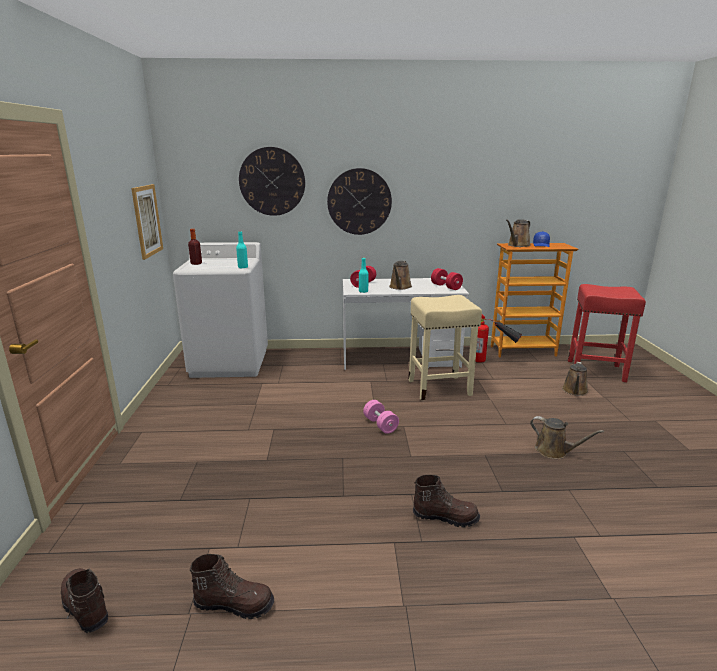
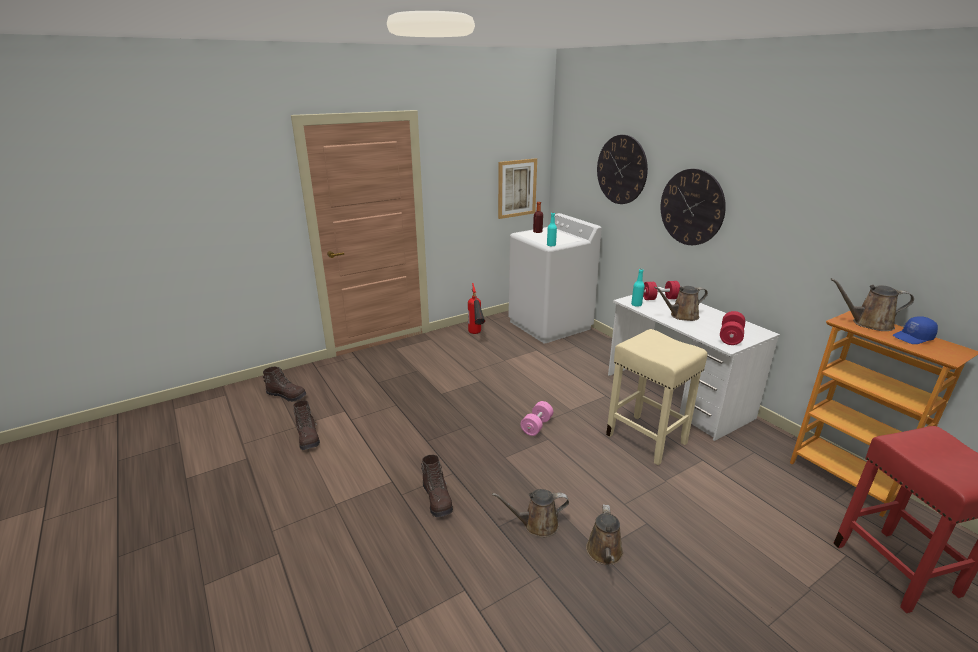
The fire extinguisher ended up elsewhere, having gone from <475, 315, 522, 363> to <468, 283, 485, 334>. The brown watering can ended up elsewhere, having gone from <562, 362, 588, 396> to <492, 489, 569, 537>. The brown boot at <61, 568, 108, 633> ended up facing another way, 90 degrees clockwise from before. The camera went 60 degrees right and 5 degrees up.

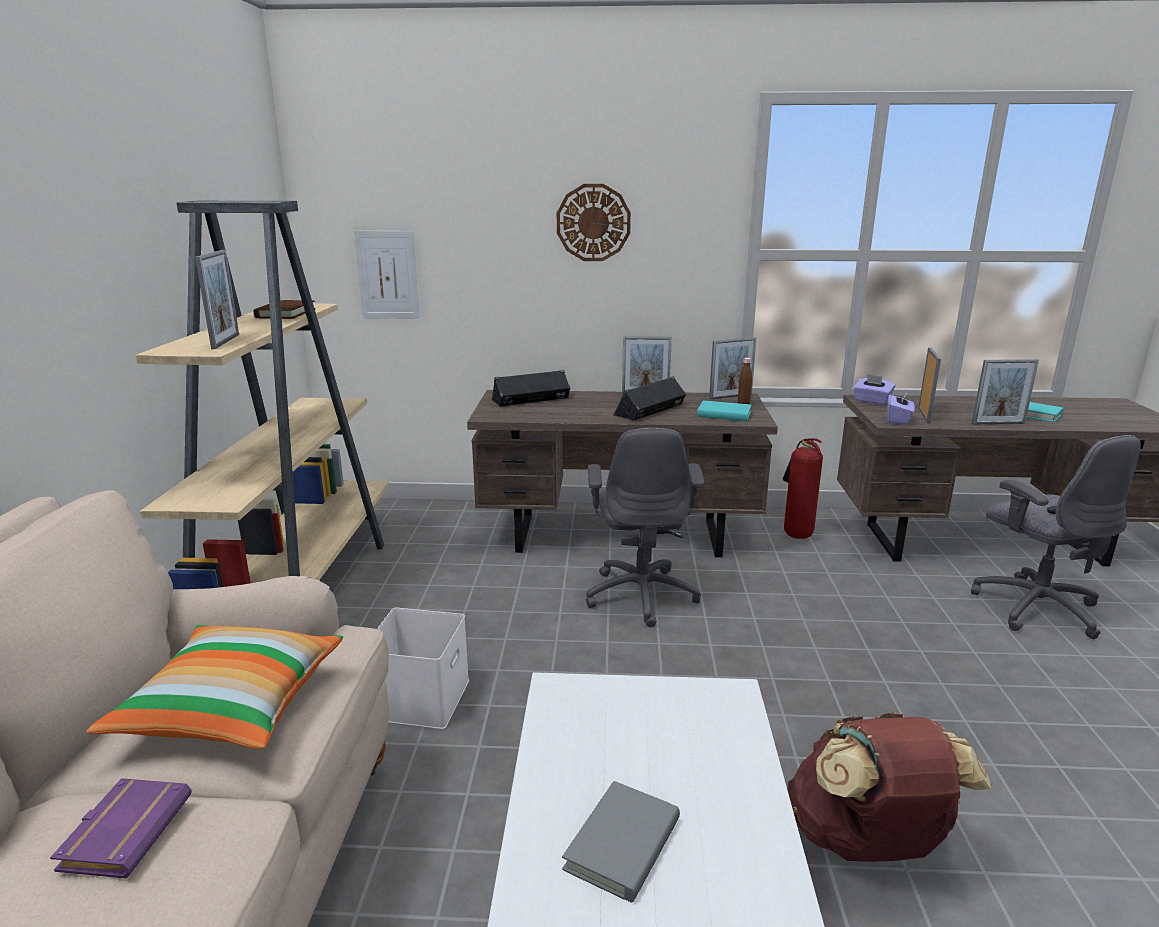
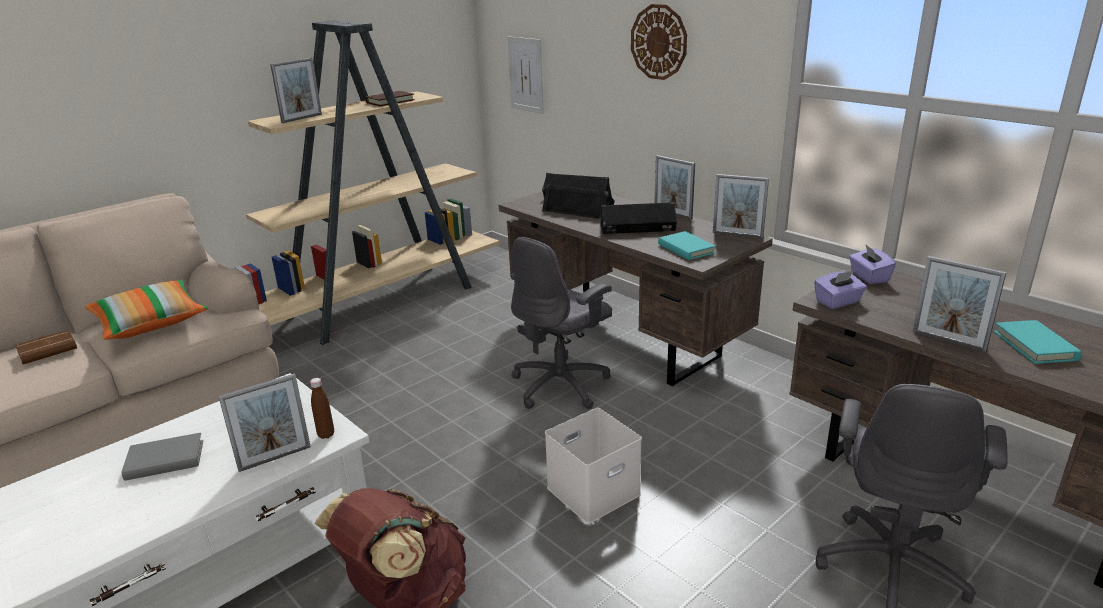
The second view lost the fire extinguisher at <783, 438, 823, 539>. The second view gained the black speaker at <542, 184, 615, 220>. The white storage box ended up elsewhere, having gone from <377, 608, 469, 729> to <545, 408, 642, 524>. The brown bottle ended up elsewhere, having gone from <738, 358, 752, 404> to <310, 378, 334, 439>. The picture frame ended up elsewhere, having gone from <918, 347, 941, 423> to <218, 373, 311, 472>. What was the purple book at <50, 778, 192, 879> turned into the brown book at <15, 330, 77, 364>. The camera went 45 degrees right and 5 degrees up.

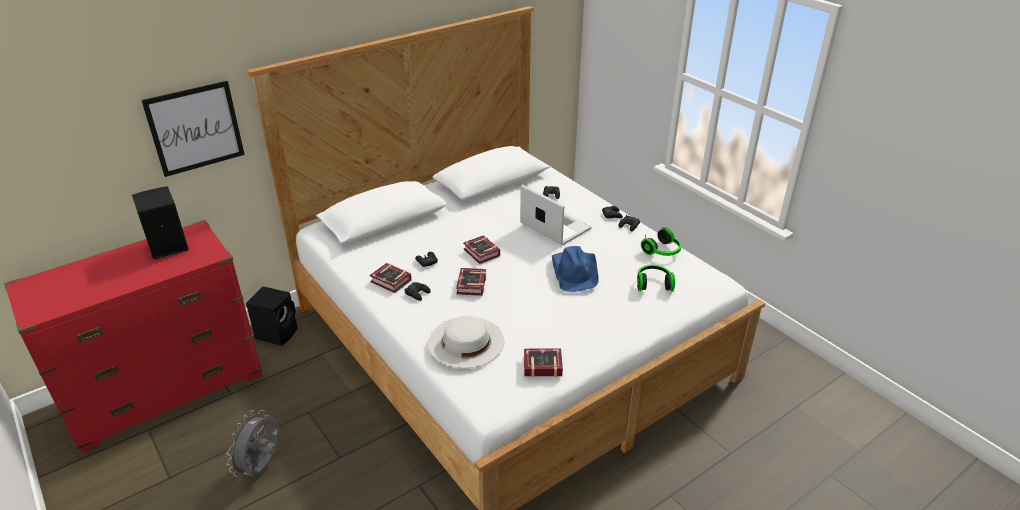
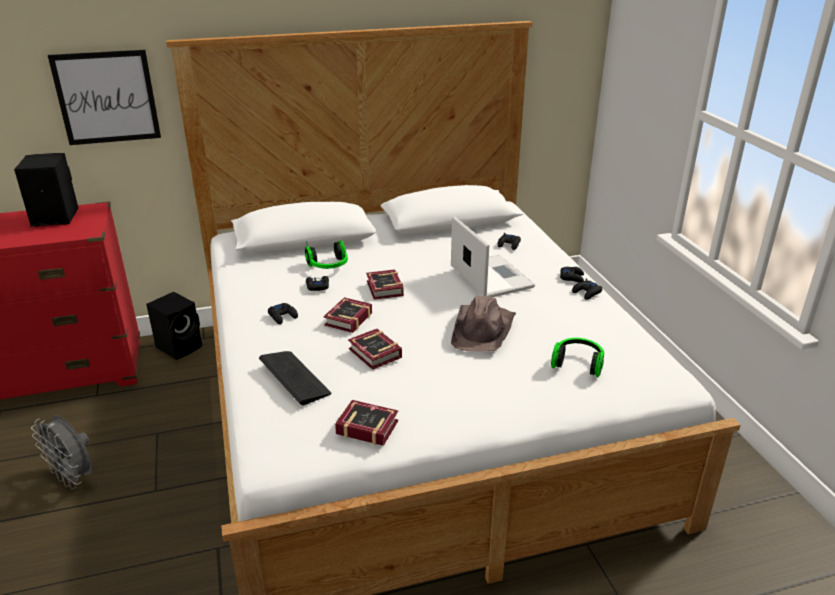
The book ended up elsewhere, having gone from <369, 263, 412, 293> to <348, 329, 402, 370>. The headphones ended up elsewhere, having gone from <641, 227, 682, 256> to <305, 240, 348, 269>. Where the white hat stood at <428, 316, 504, 368>, the keyboard came to stand at <259, 351, 332, 406>. What was the blue hat at <552, 246, 598, 292> turned into the brown hat at <451, 296, 516, 352>. The grey fan at <226, 410, 279, 477> ended up facing another way, 90 degrees counterclockwise from before. The camera went 20 degrees right and 5 degrees down.

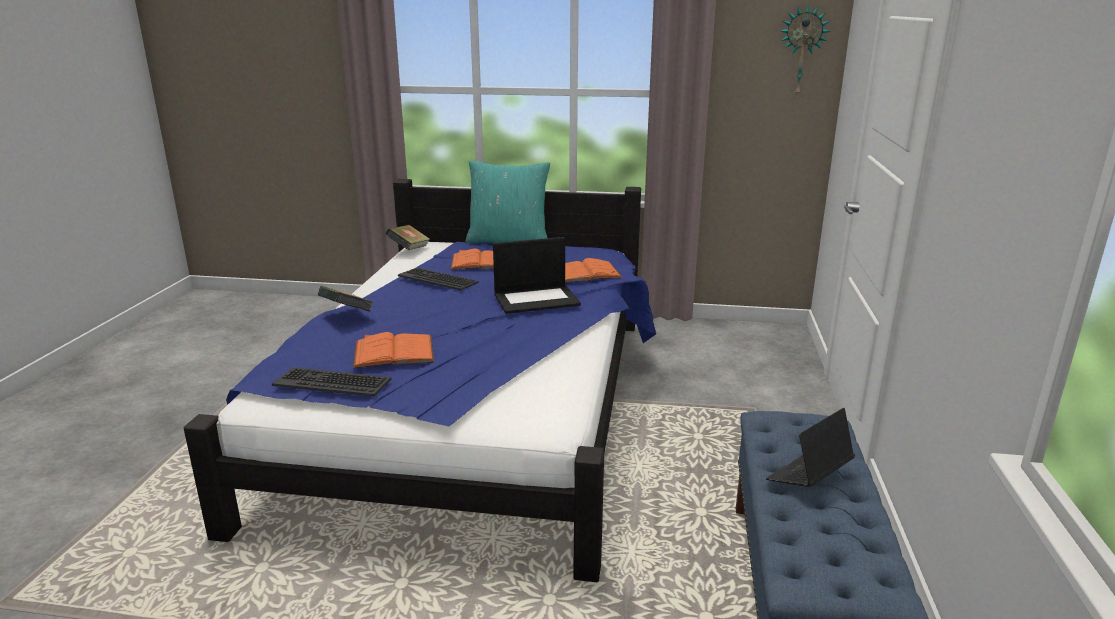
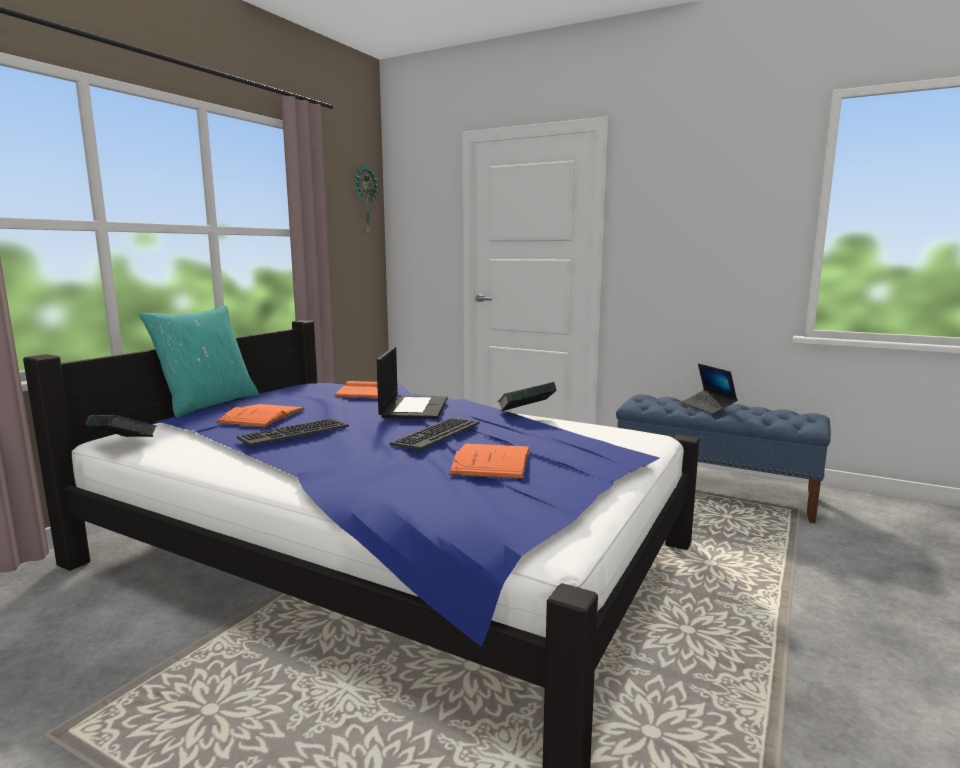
The keyboard ended up elsewhere, having gone from <272, 367, 392, 397> to <390, 418, 480, 450>. The book ended up elsewhere, having gone from <318, 286, 373, 311> to <497, 382, 556, 412>. The camera went 70 degrees left and 10 degrees down.

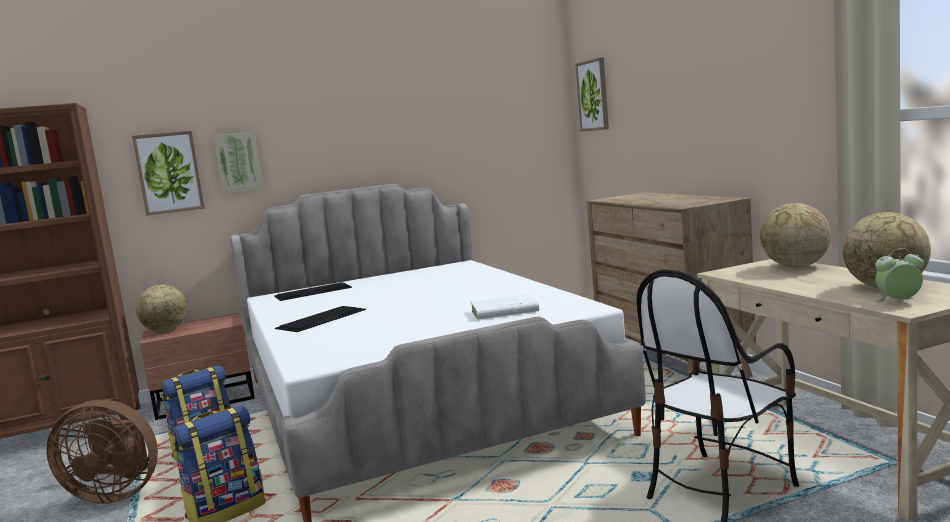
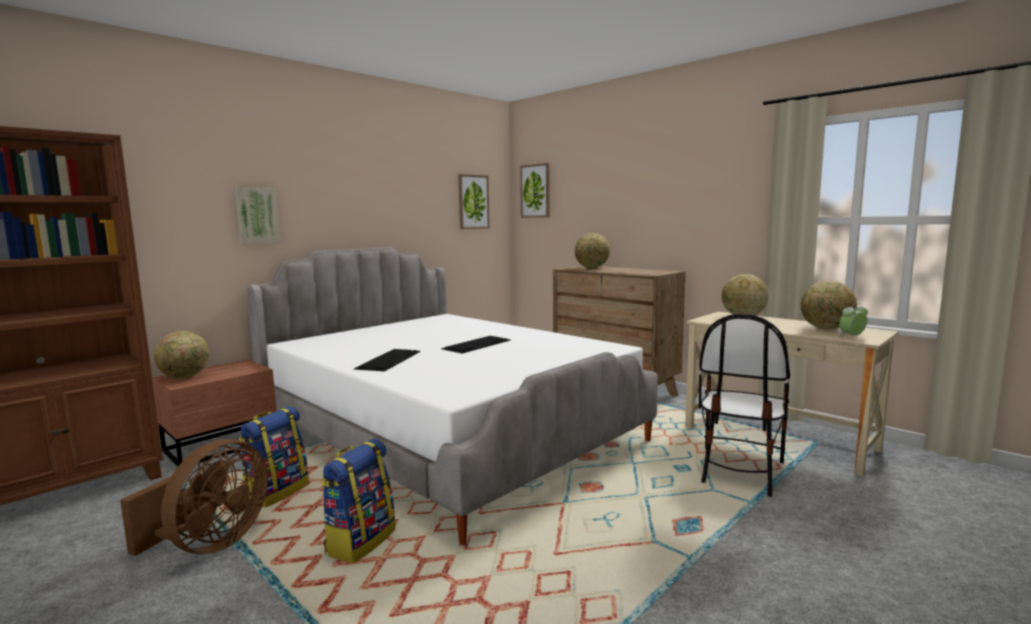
The second view lost the white book at <471, 294, 539, 320>. The second view gained the globe at <575, 233, 610, 268>. The picture ended up elsewhere, having gone from <132, 131, 204, 216> to <458, 174, 490, 229>. The keyboard ended up elsewhere, having gone from <274, 282, 352, 301> to <441, 336, 510, 353>. The brown fan at <46, 400, 158, 504> ended up facing another way, 45 degrees counterclockwise from before. The camera went 25 degrees left and 0 degrees up.

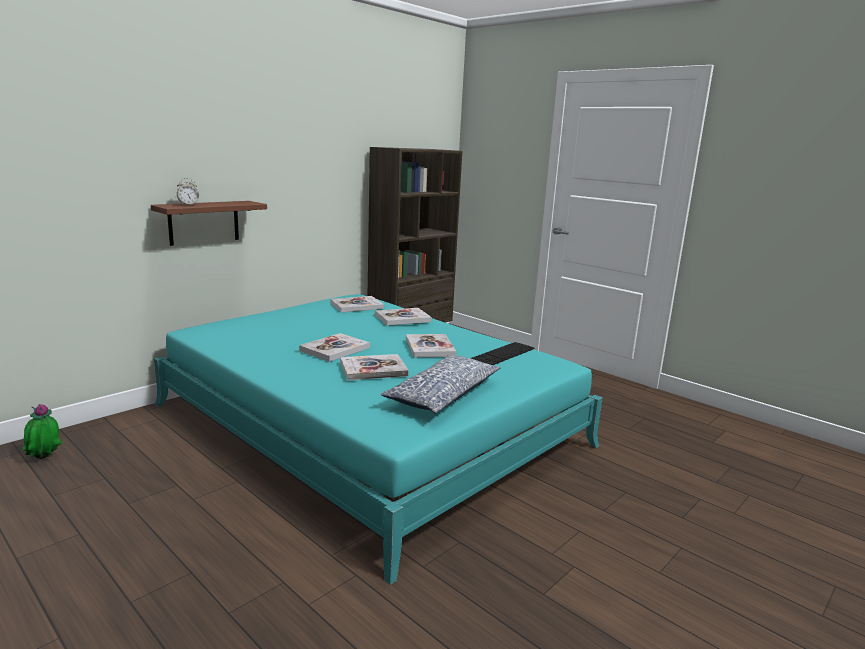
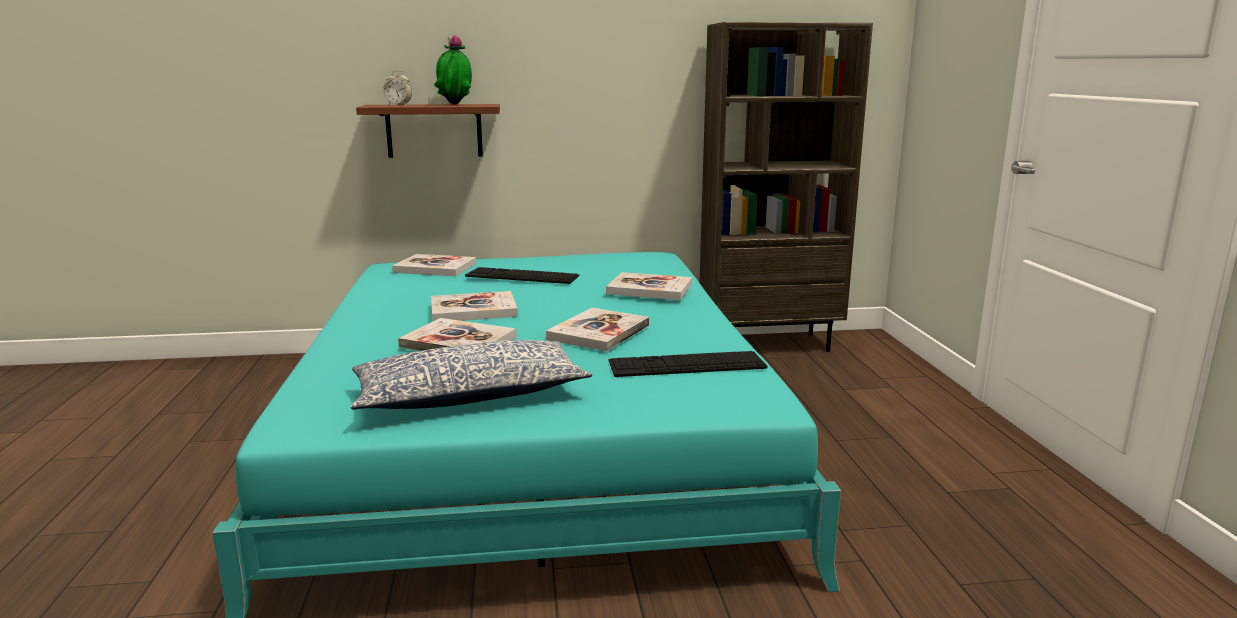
The second view gained the keyboard at <465, 267, 579, 284>. The potted plant ended up elsewhere, having gone from <22, 404, 62, 459> to <434, 35, 472, 105>. The book ended up elsewhere, having gone from <330, 296, 384, 312> to <392, 254, 477, 276>. The camera went 40 degrees right and 0 degrees up.

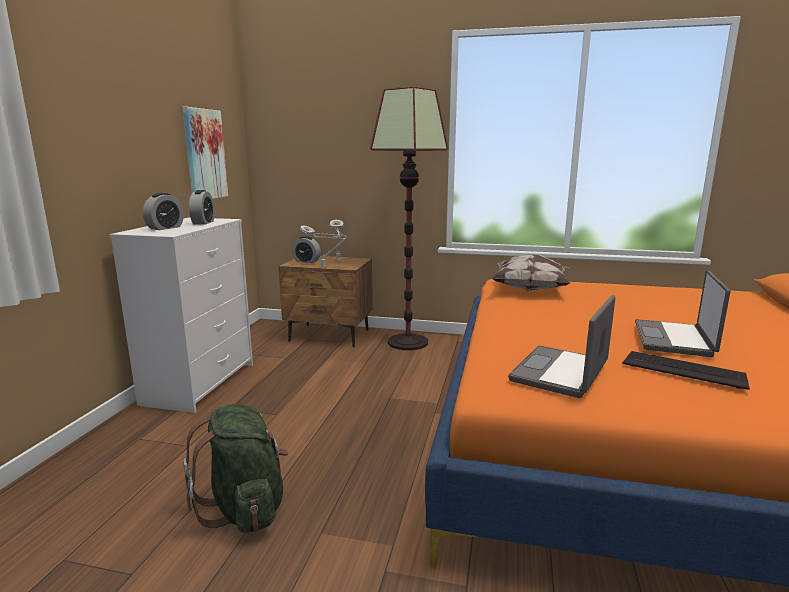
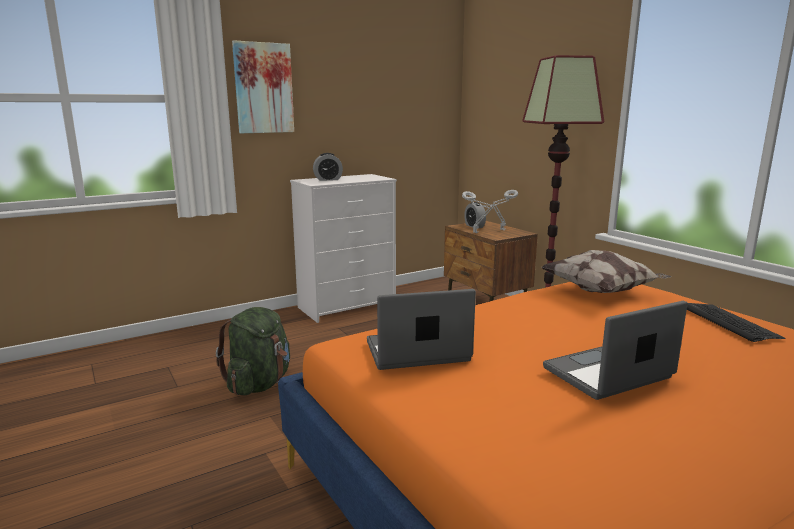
The second view lost the alarm clock at <189, 190, 215, 225>. The picture ended up elsewhere, having gone from <182, 107, 228, 199> to <232, 40, 294, 133>. The keyboard ended up elsewhere, having gone from <622, 351, 750, 390> to <687, 303, 785, 342>. The camera went 45 degrees right and 0 degrees up.

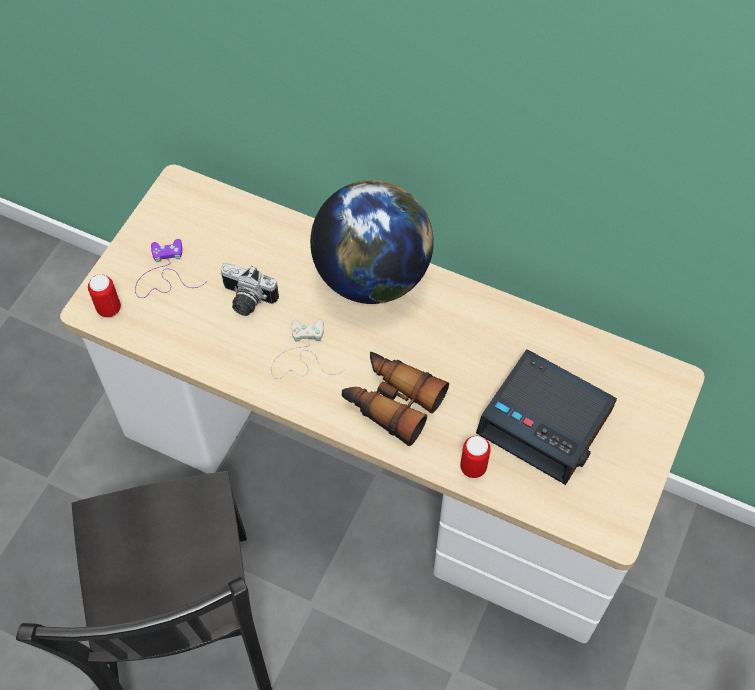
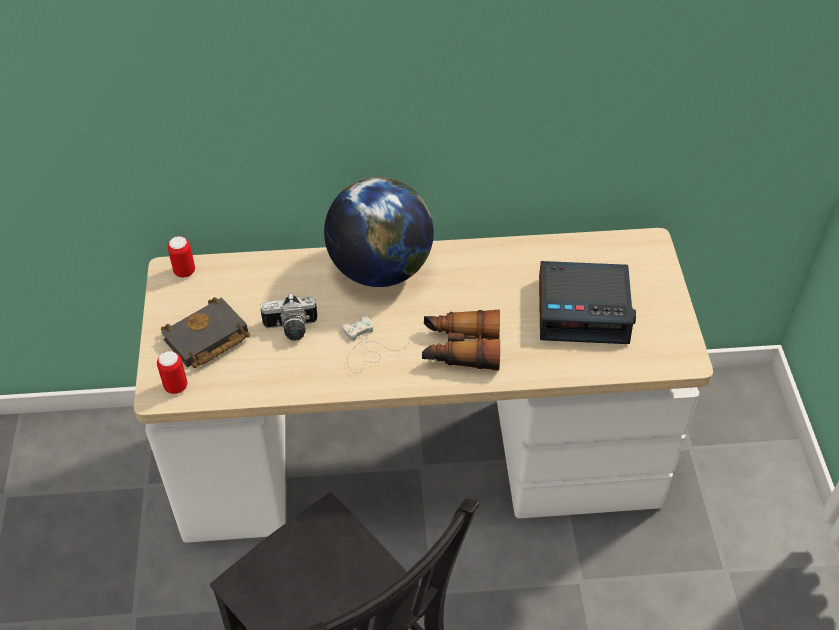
The can ended up elsewhere, having gone from <460, 436, 491, 478> to <168, 236, 195, 278>. Where the purple game controller stood at <135, 239, 207, 298>, the black book came to stand at <161, 297, 250, 368>. The camera went 30 degrees left and 10 degrees down.

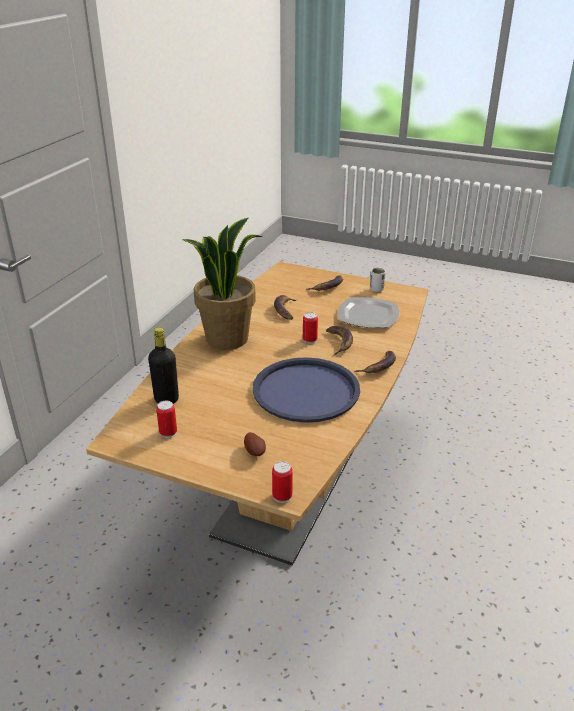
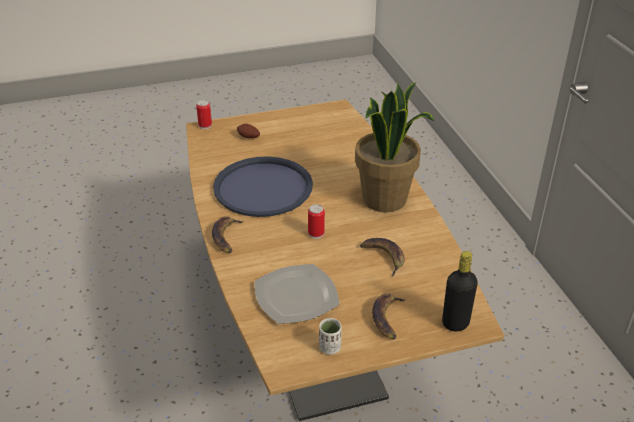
The second view lost the can at <156, 400, 177, 438>. The second view lost the banana at <326, 326, 353, 356>. The black bottle ended up elsewhere, having gone from <148, 328, 179, 404> to <442, 251, 478, 332>. The camera went 140 degrees right and 5 degrees up.

